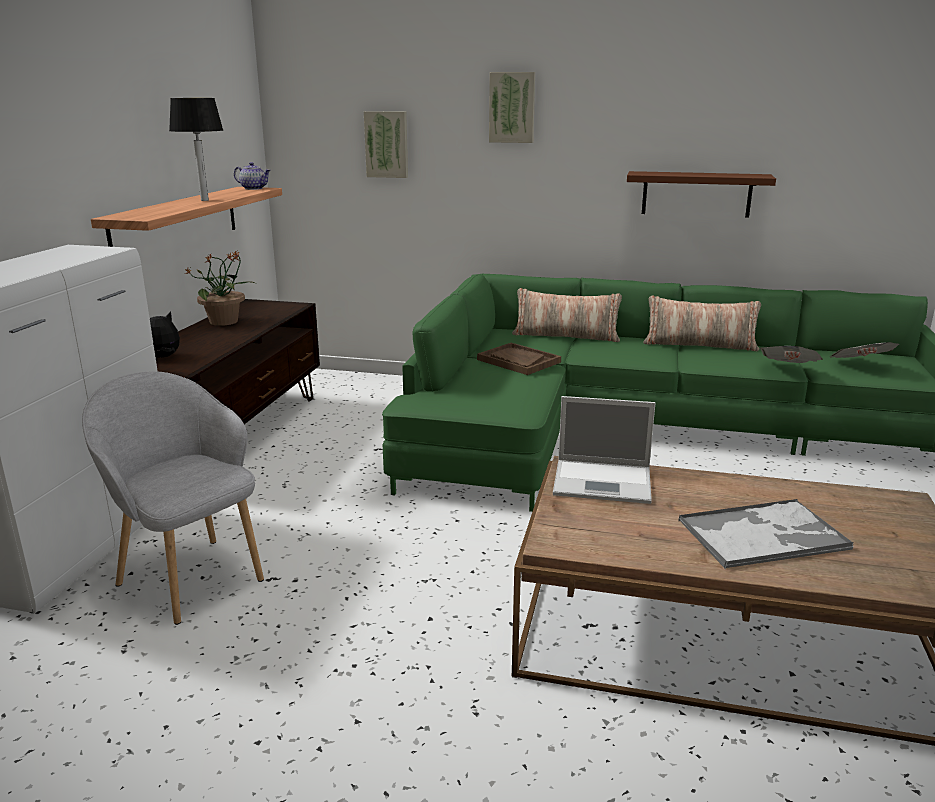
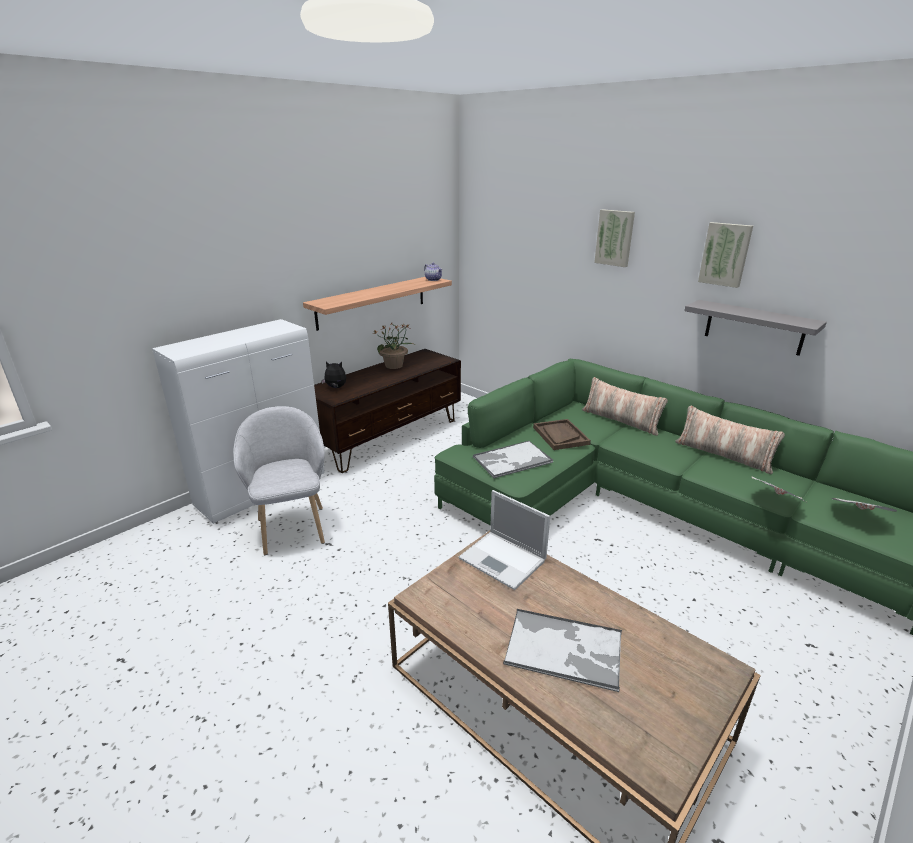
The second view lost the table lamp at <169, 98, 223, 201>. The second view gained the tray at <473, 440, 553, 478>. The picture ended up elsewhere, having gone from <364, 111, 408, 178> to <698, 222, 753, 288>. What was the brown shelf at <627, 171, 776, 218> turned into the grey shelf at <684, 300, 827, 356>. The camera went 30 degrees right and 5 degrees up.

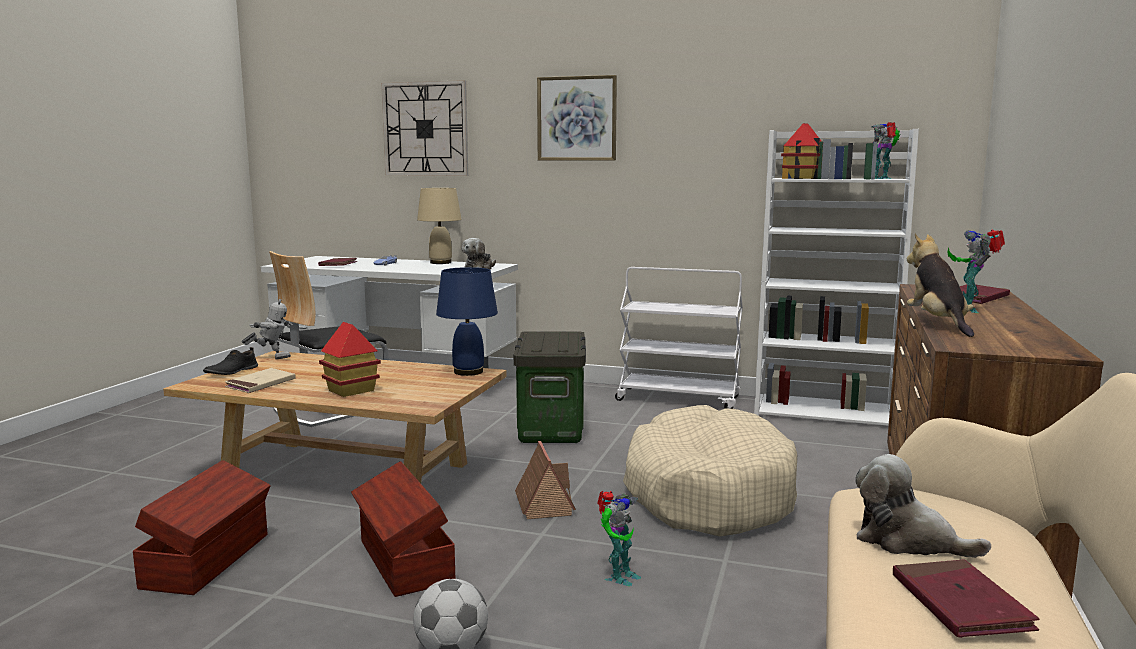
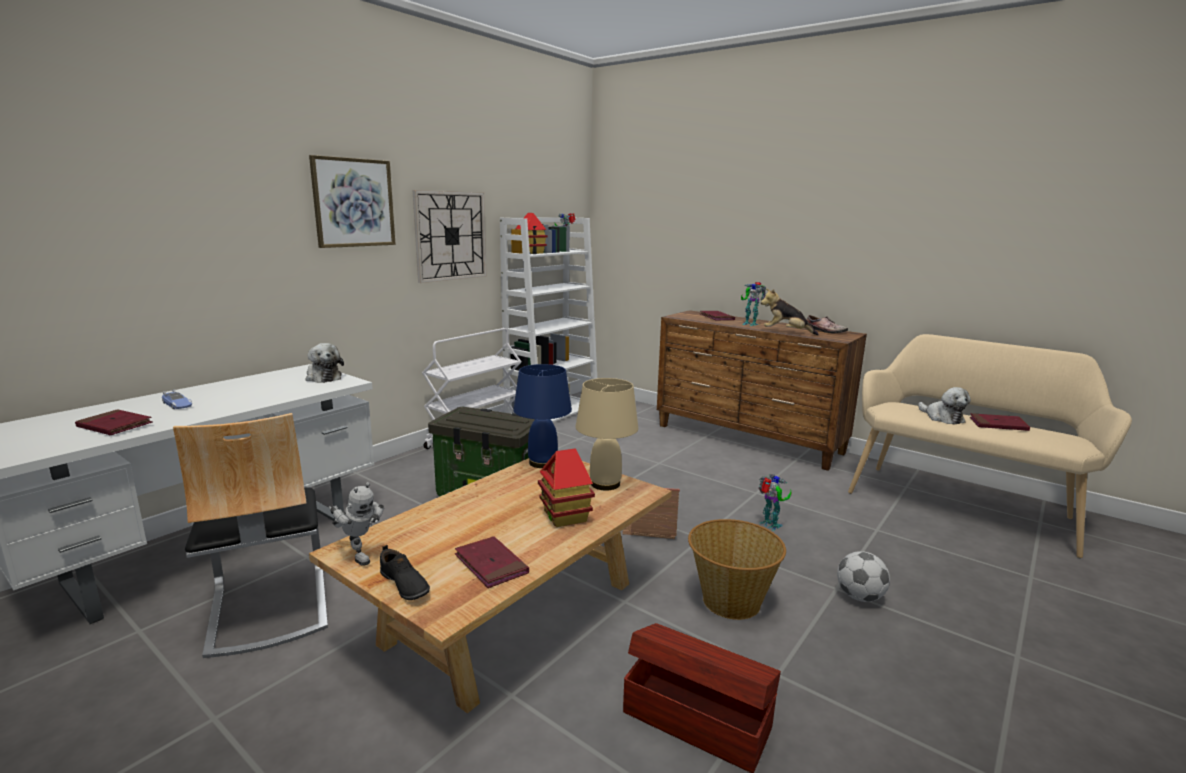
The second view lost the beige dog bed at <623, 405, 797, 536>. The second view gained the shoe at <807, 315, 848, 333>. The wall clock ended up elsewhere, having gone from <381, 80, 468, 176> to <413, 190, 487, 283>. The beige table lamp ended up elsewhere, having gone from <417, 188, 462, 264> to <576, 378, 638, 491>. Where the brown storage box stood at <351, 461, 455, 597>, the basket came to stand at <688, 519, 786, 620>. What was the beige book at <225, 368, 296, 393> turned into the red book at <455, 536, 529, 588>. The toy robot at <242, 299, 293, 359> ended up facing another way, 120 degrees clockwise from before. The plush toy at <855, 454, 991, 558> ended up facing another way, 75 degrees counterclockwise from before. The camera went 70 degrees left and 5 degrees up.

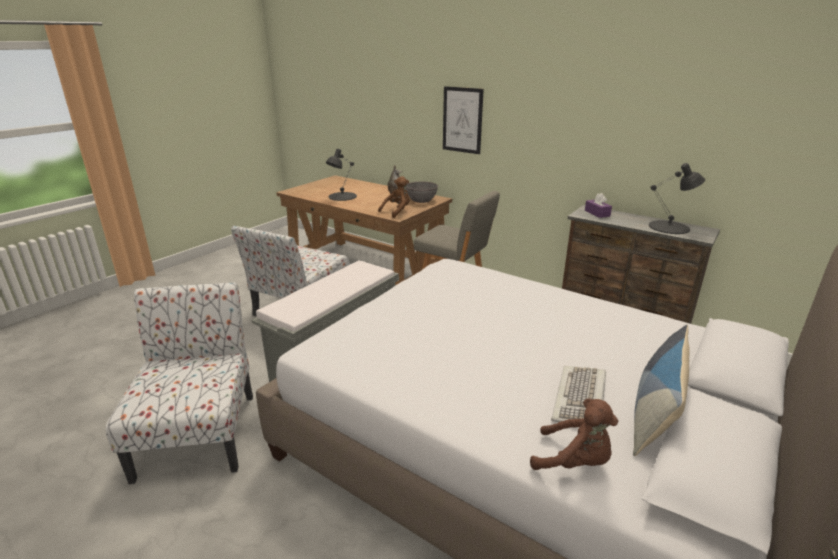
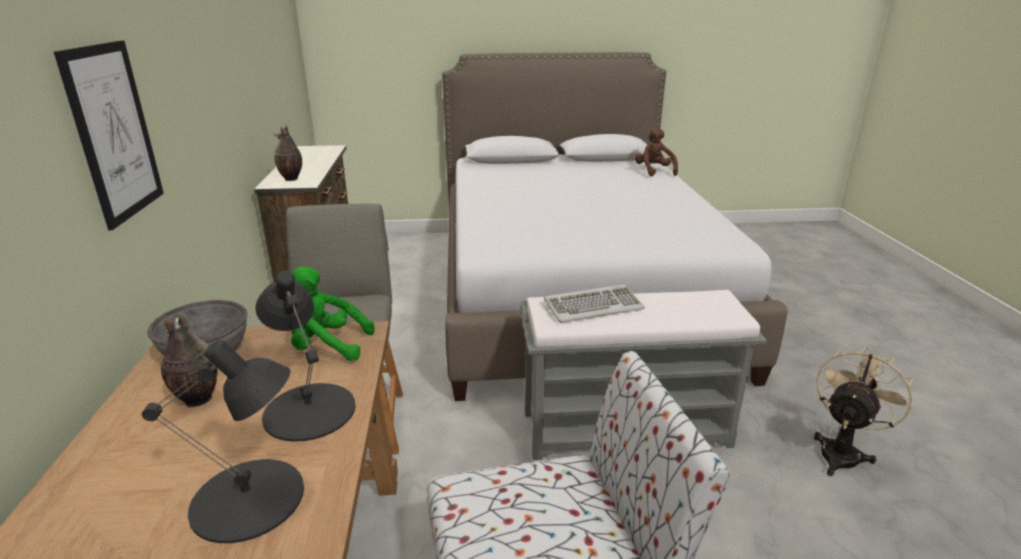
The second view lost the pillow at <633, 325, 690, 456>. The keyboard ended up elsewhere, having gone from <551, 366, 606, 422> to <544, 284, 645, 323>. The black table lamp ended up elsewhere, having gone from <649, 163, 705, 234> to <255, 271, 356, 442>. Where the chair stood at <106, 282, 253, 484>, the beige fan came to stand at <814, 346, 913, 476>. Where the purple tissue box stood at <585, 193, 612, 218>, the vase came to stand at <274, 125, 302, 181>. What was the brown plush toy at <378, 176, 410, 218> turned into the green plush toy at <291, 267, 375, 361>. The camera went 130 degrees left and 0 degrees up.

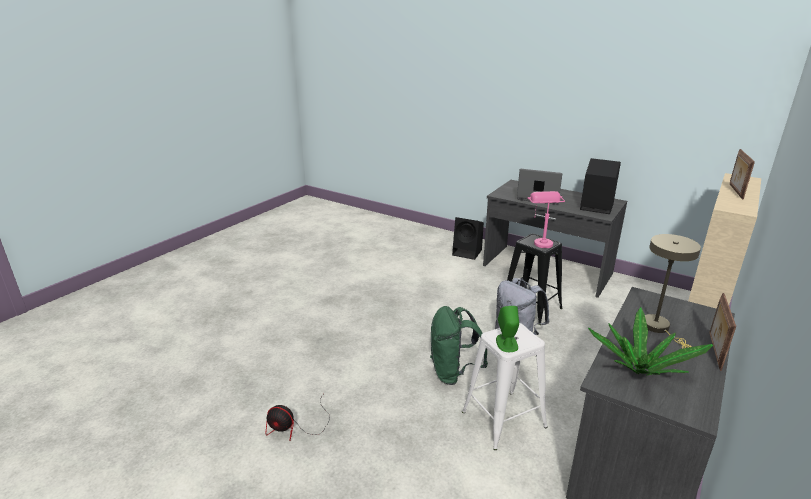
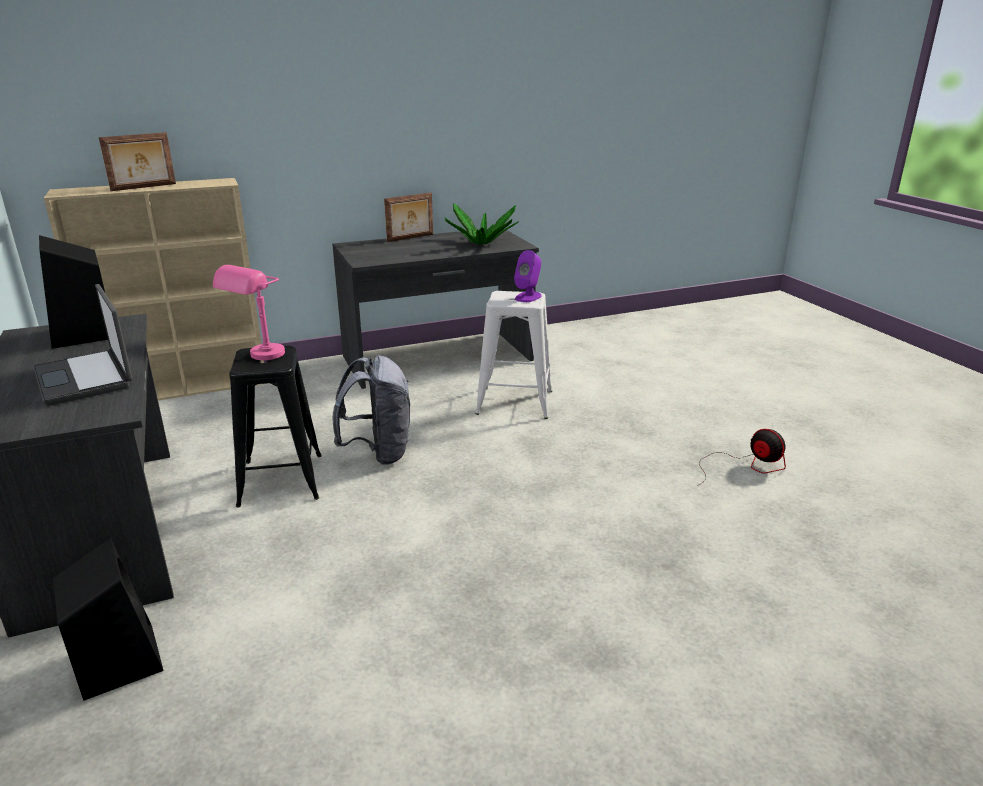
The second view lost the green backpack at <430, 306, 488, 385>. The second view lost the beige table lamp at <645, 234, 701, 349>. What was the green speaker at <496, 306, 519, 352> turned into the purple speaker at <514, 250, 542, 302>. The camera went 145 degrees left and 0 degrees up.

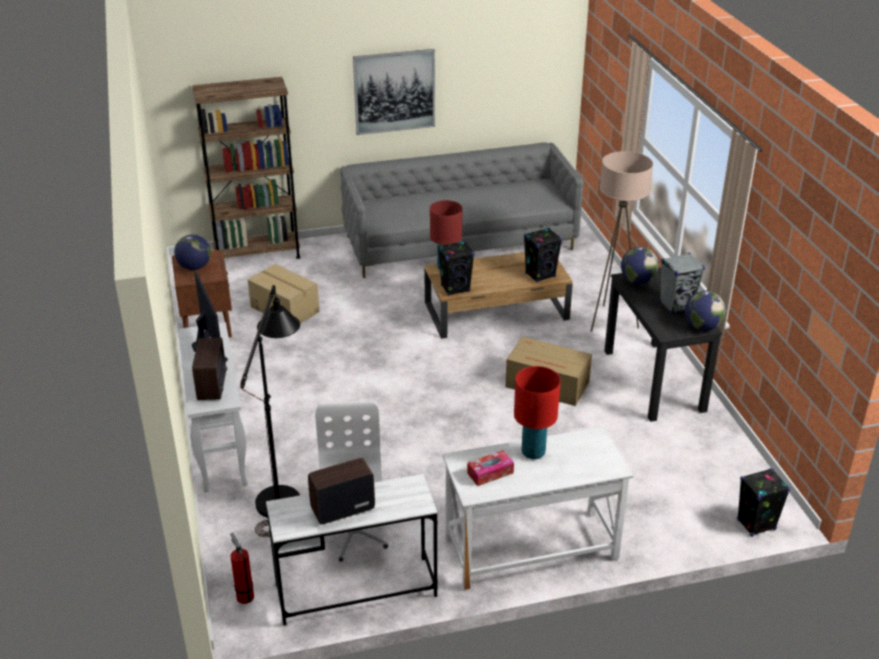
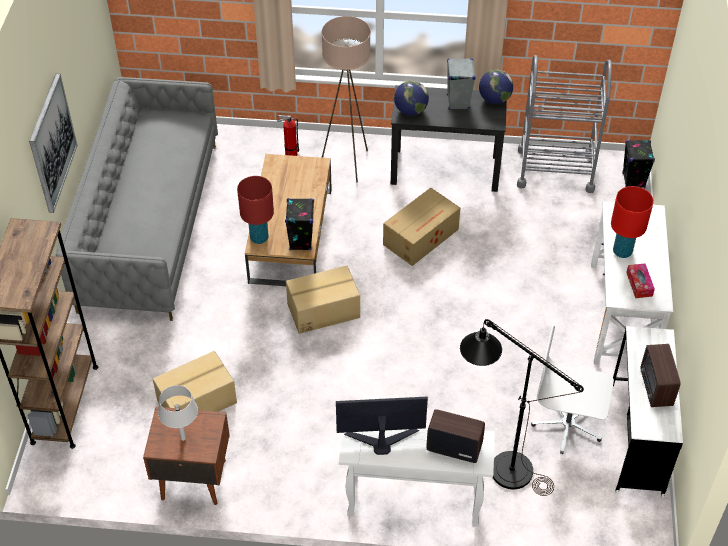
The second view lost the black speaker at <524, 227, 562, 283>. The second view gained the cardboard box at <286, 265, 360, 334>. The second view gained the grey cart at <517, 55, 612, 193>. The fire extinguisher ended up elsewhere, having gone from <230, 532, 254, 604> to <277, 115, 299, 156>. Where the globe stood at <174, 234, 211, 270>, the grey table lamp came to stand at <158, 385, 198, 441>. The camera went 70 degrees left and 15 degrees up.

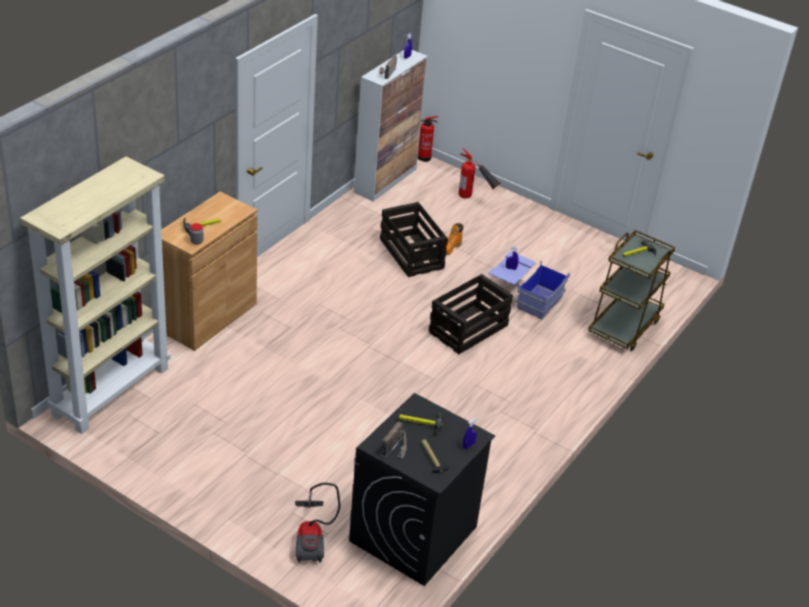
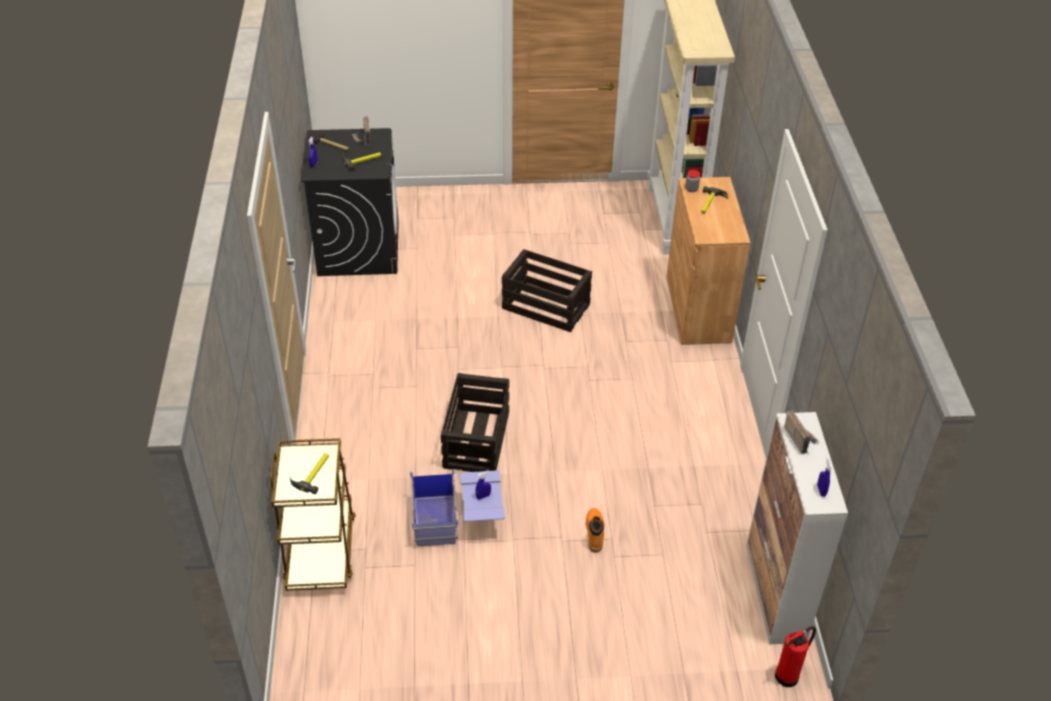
The second view lost the vacuum cleaner at <295, 483, 340, 563>. The second view lost the fire extinguisher at <459, 148, 500, 198>. The crate ended up elsewhere, having gone from <380, 202, 448, 277> to <502, 249, 592, 332>. The camera went 145 degrees right and 5 degrees up.

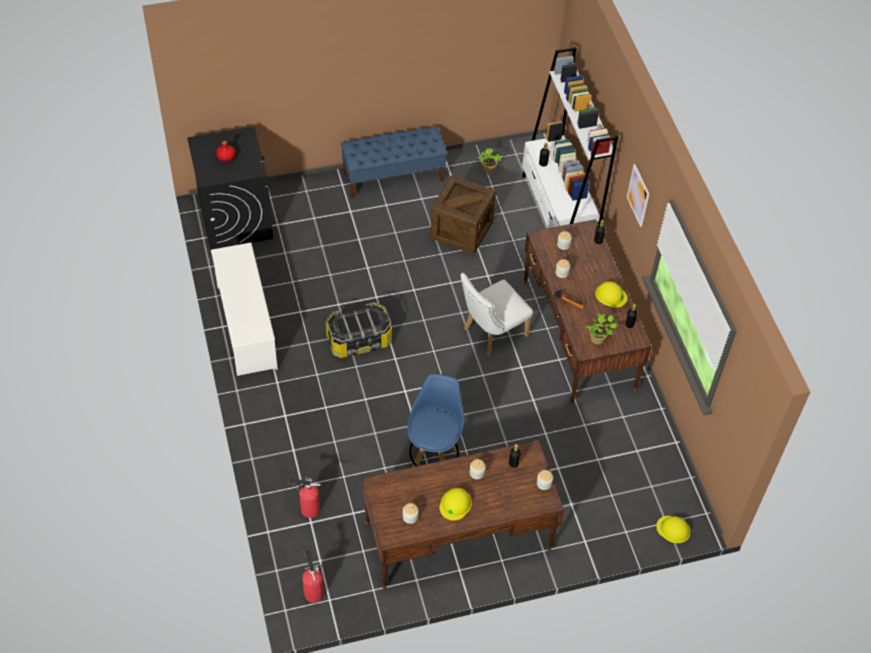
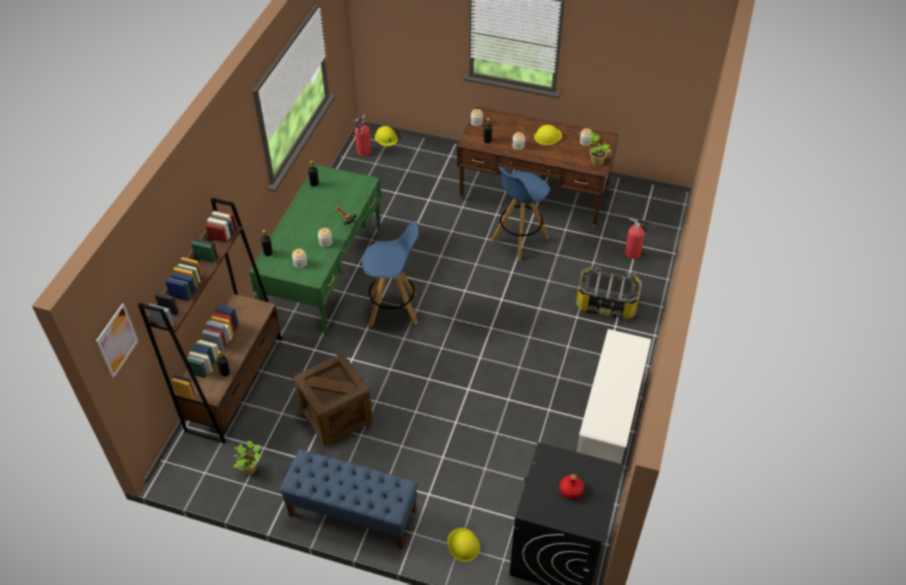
The fire extinguisher ended up elsewhere, having gone from <302, 549, 324, 603> to <353, 115, 371, 156>. The storage box ended up elsewhere, having gone from <326, 302, 392, 358> to <576, 266, 642, 319>. The potted plant ended up elsewhere, having gone from <586, 313, 618, 345> to <589, 132, 611, 166>. The yellow hard hat ended up elsewhere, having gone from <595, 282, 627, 308> to <447, 528, 480, 562>. The picture ended up elsewhere, having gone from <627, 164, 649, 227> to <96, 303, 138, 378>. Where the white chair stood at <460, 273, 533, 356>, the blue stool came to stand at <362, 221, 419, 327>. What was the white bookcase at <522, 47, 618, 228> turned into the brown bookcase at <138, 198, 282, 443>. What was the brown desk at <523, 219, 652, 405> turned into the green desk at <249, 164, 381, 338>. The camera went 145 degrees left and 5 degrees down.

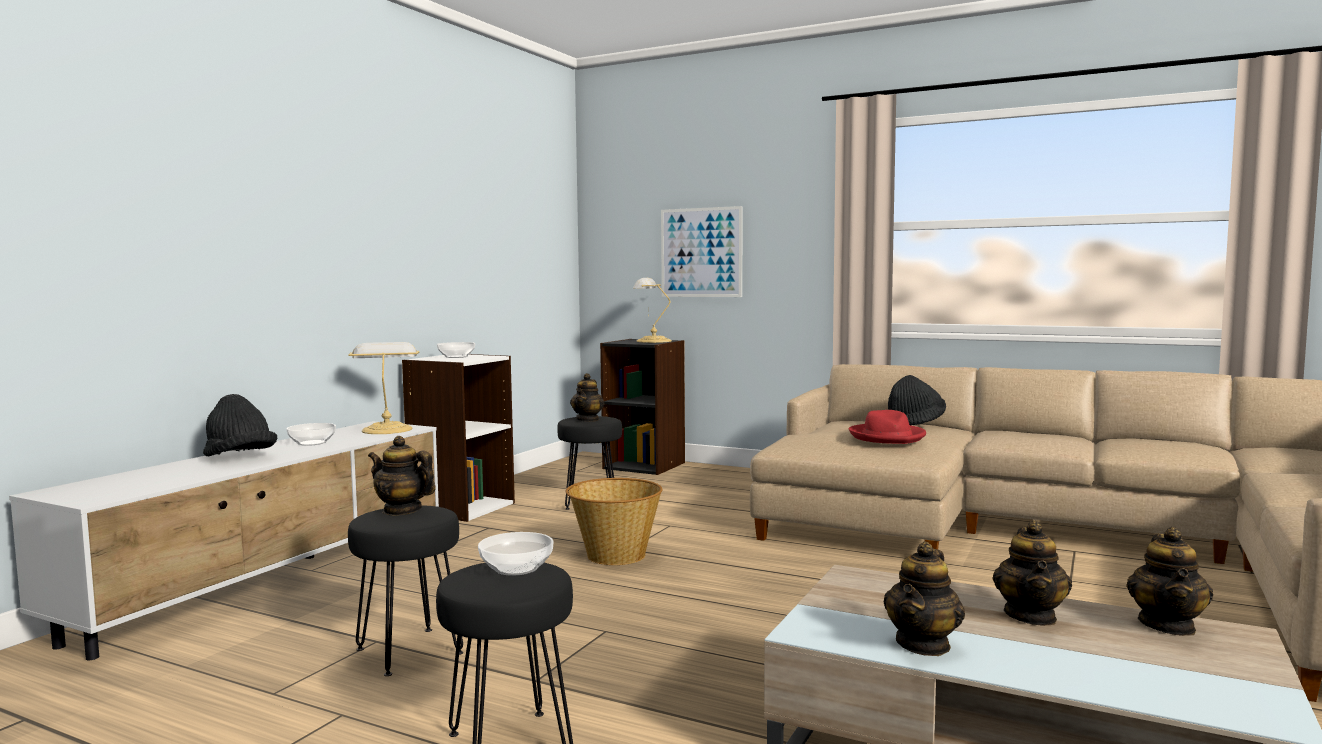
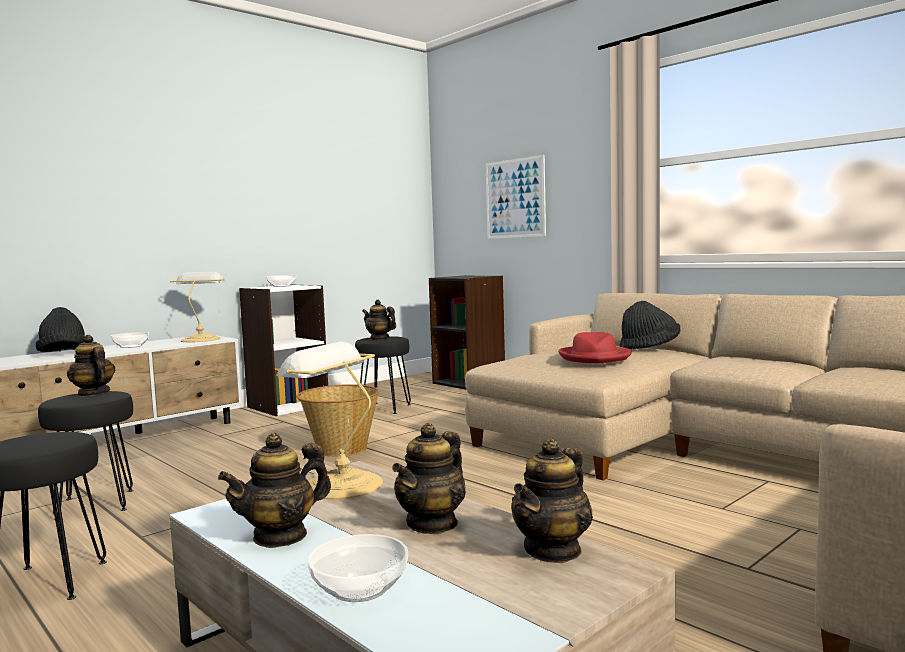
The bowl ended up elsewhere, having gone from <478, 532, 553, 576> to <308, 534, 408, 602>. The table lamp ended up elsewhere, having gone from <633, 278, 672, 343> to <276, 342, 383, 500>. The teapot at <570, 373, 605, 422> ended up facing another way, 90 degrees clockwise from before. The camera went 20 degrees right and 0 degrees up.

